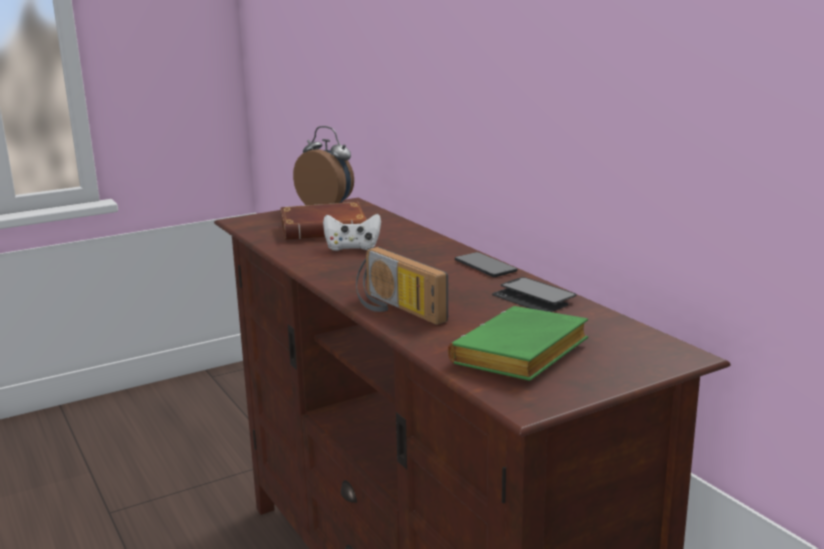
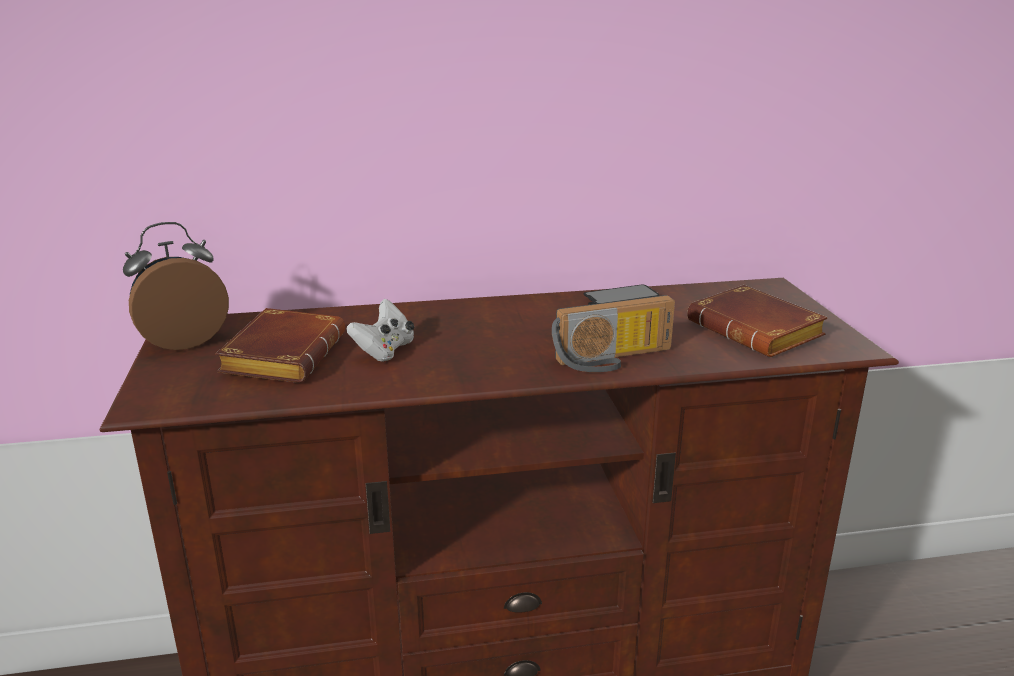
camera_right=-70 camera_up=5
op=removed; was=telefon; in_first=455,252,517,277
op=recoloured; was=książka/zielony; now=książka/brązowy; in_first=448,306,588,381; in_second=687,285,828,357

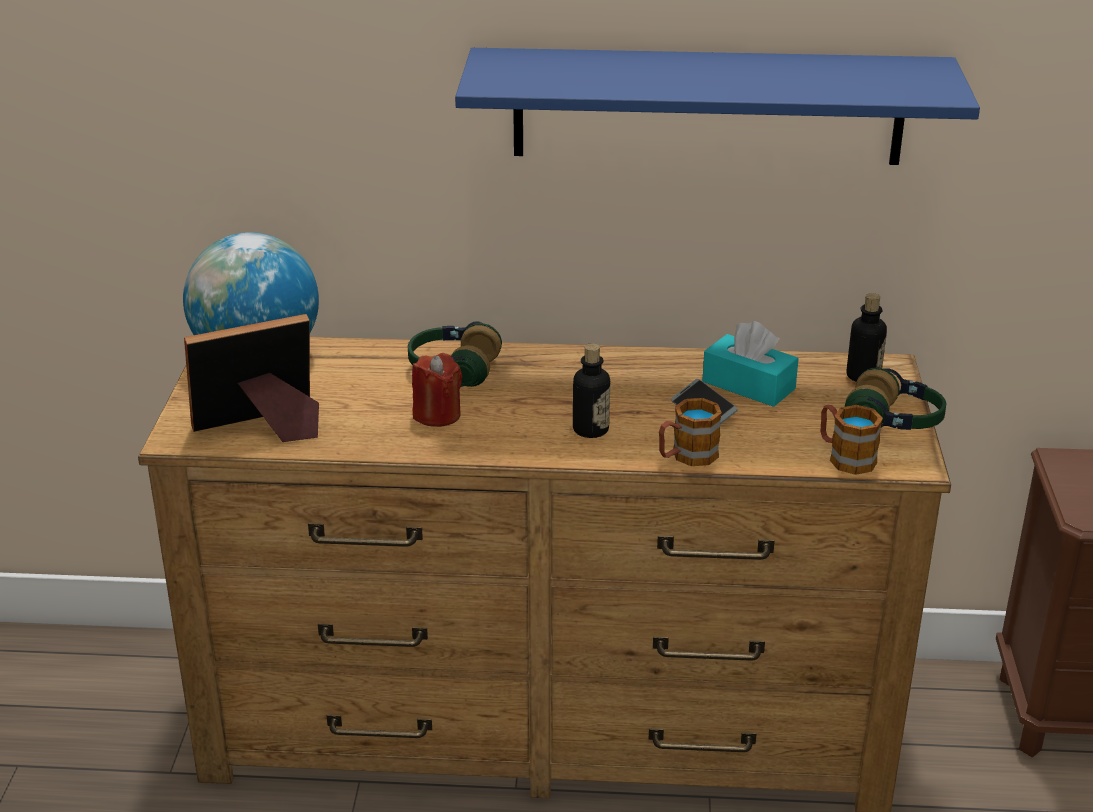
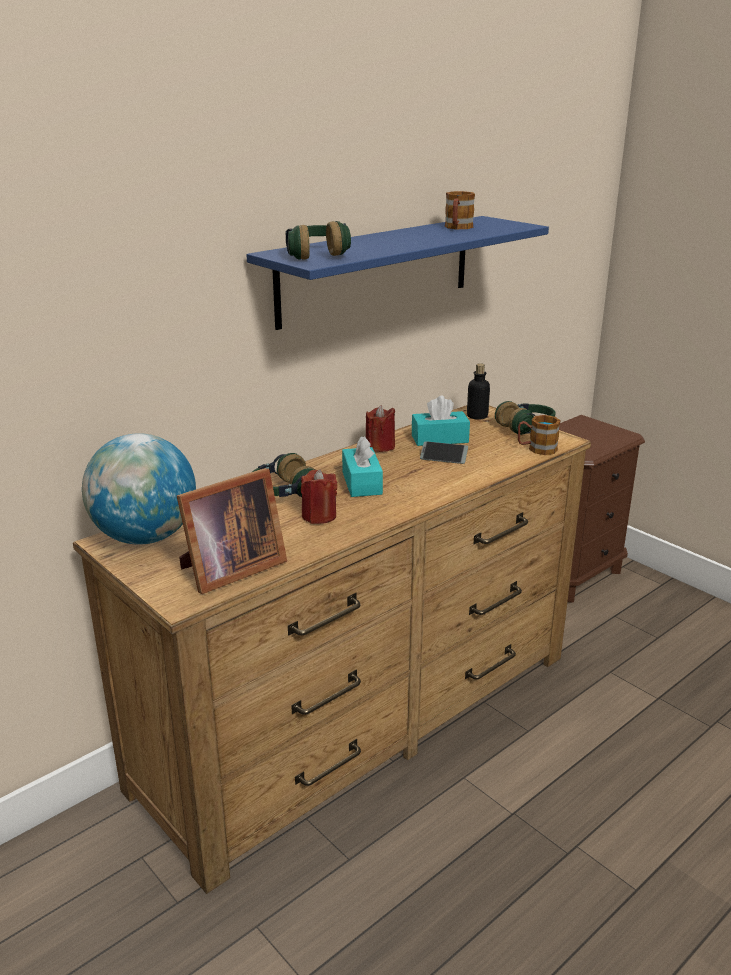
camera_right=-45 camera_up=-5
op=turned; was=ramka na zdjęcie; in_first=184,314,319,442; in_second=177,468,287,594; clockwise=-150
op=removed; was=butelka; in_first=573,343,610,438
op=moved; was=kubek; in_first=659,398,722,466; in_second=445,191,475,229
op=added; now=słuchawki; in_second=285,221,351,260
op=added; now=świeca/czerwony; in_second=366,405,395,452
op=added; now=pudełko chusteczek/turkusowy; in_second=342,436,383,497

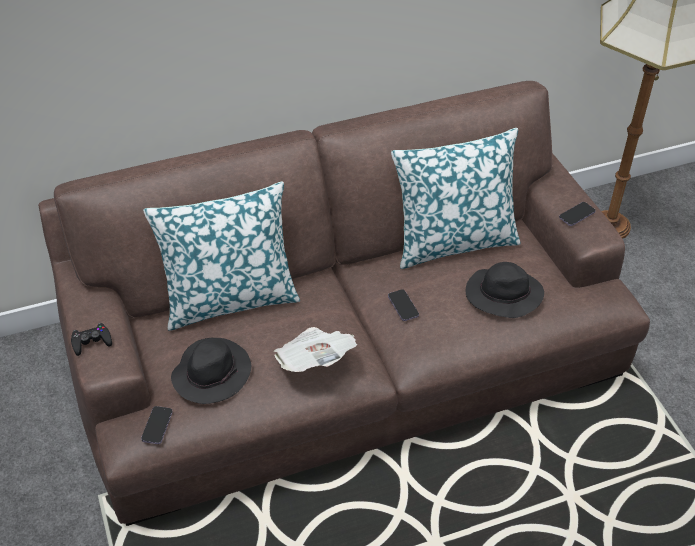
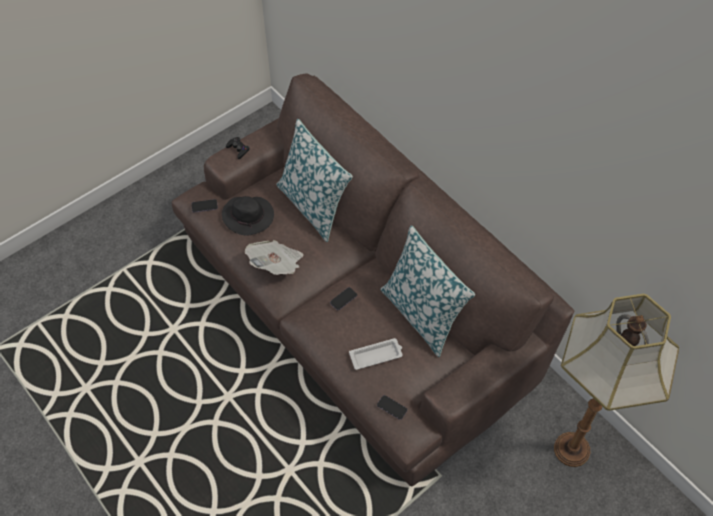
camera_right=70 camera_up=10
op=moved; was=telefon; in_first=559,202,596,226; in_second=377,395,408,420
op=replaced; was=kapelusz/czarny; now=taca/biały; in_first=466,262,544,318; in_second=349,338,403,370

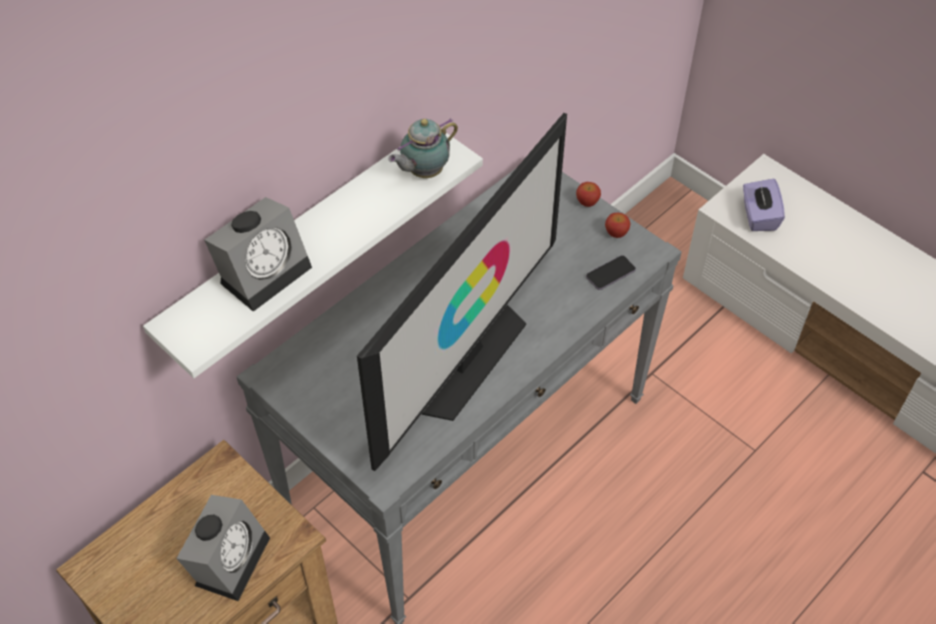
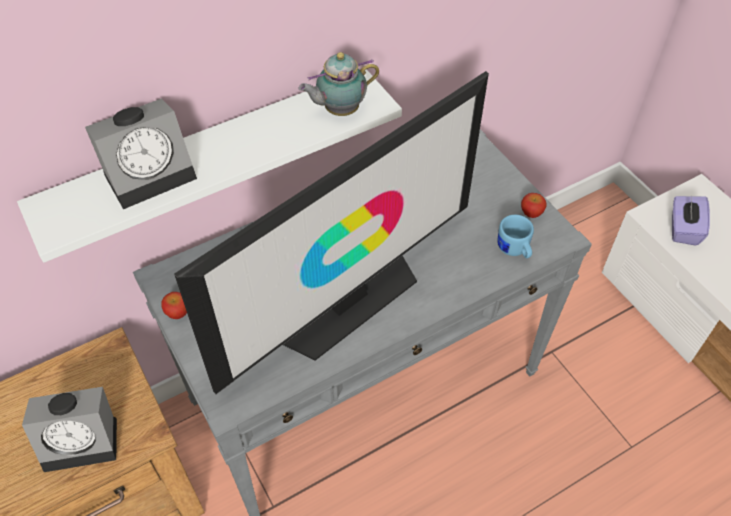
camera_right=15 camera_up=0
op=moved; was=jabłko; in_first=576,182,601,207; in_second=161,292,187,319
op=replaced; was=telefon; now=kubek/niebieski; in_first=586,255,636,290; in_second=497,215,534,258
op=turned; was=budzik; in_first=176,495,270,601; in_second=22,387,117,472; clockwise=45

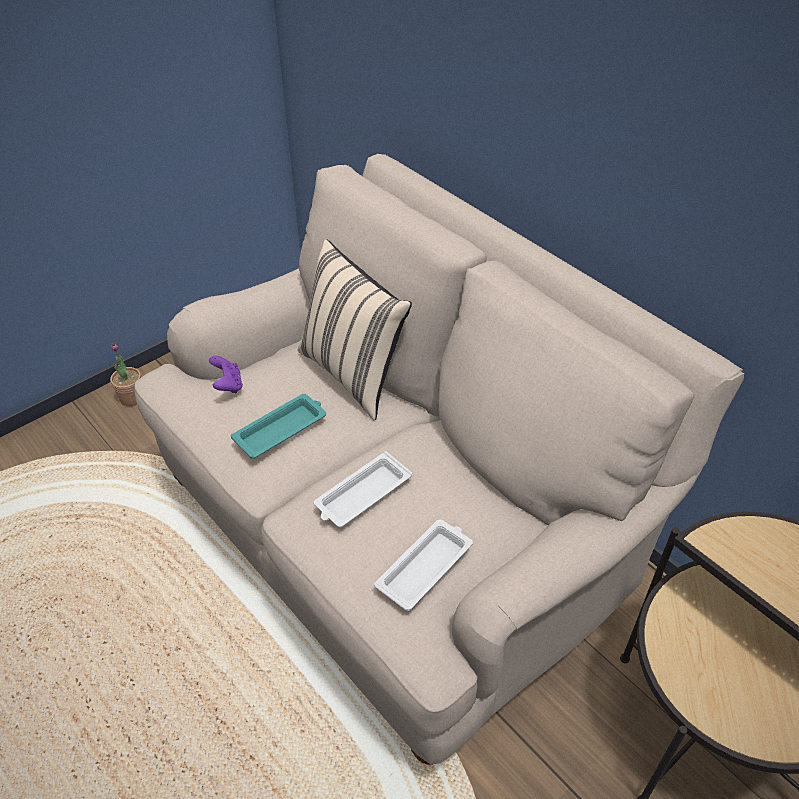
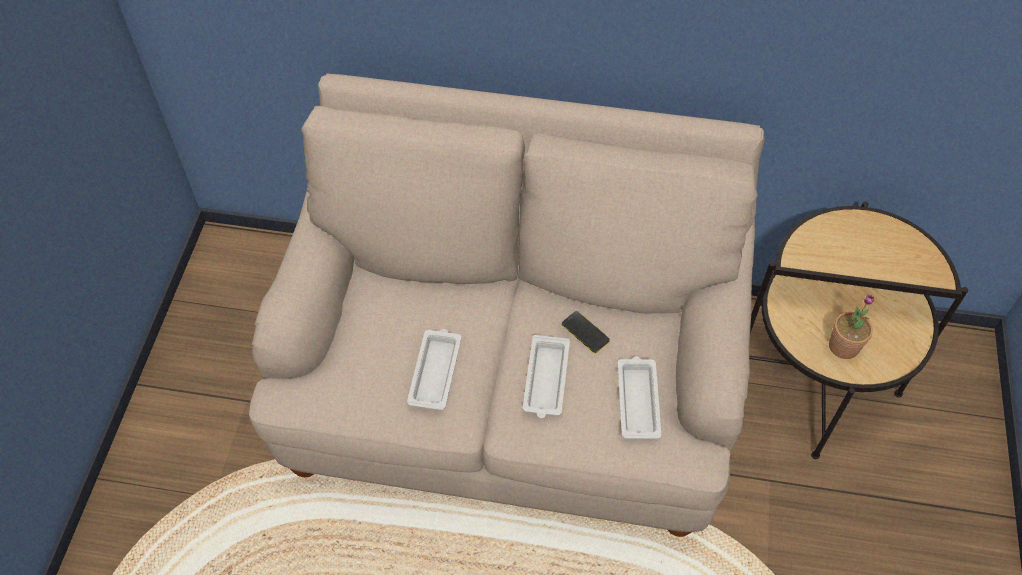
camera_right=-40 camera_up=10
op=removed; was=poduszka/beżowy; in_first=298,239,412,420
op=moved; was=roślina doniczkowa; in_first=110,342,141,406; in_second=829,294,874,359
op=removed; was=pad do gier/fioletowy; in_first=209,356,243,393
op=recoloured; was=taca/turkusowy; now=taca/biały; in_first=231,394,326,458; in_second=407,329,461,411
op=added; now=telefon; in_second=562,311,610,353

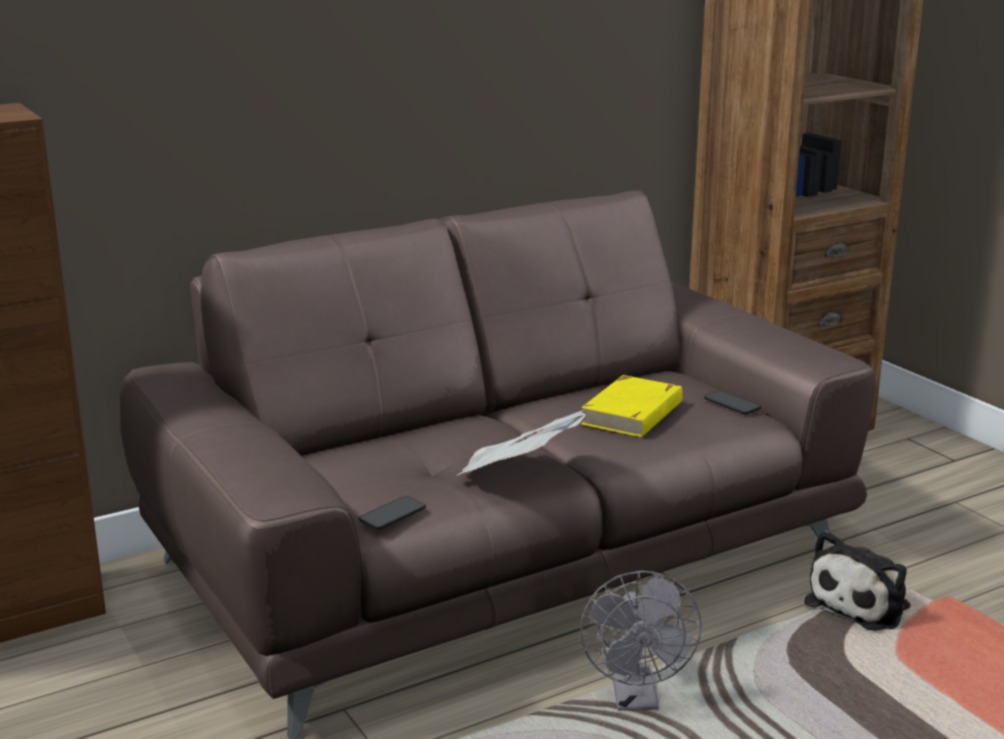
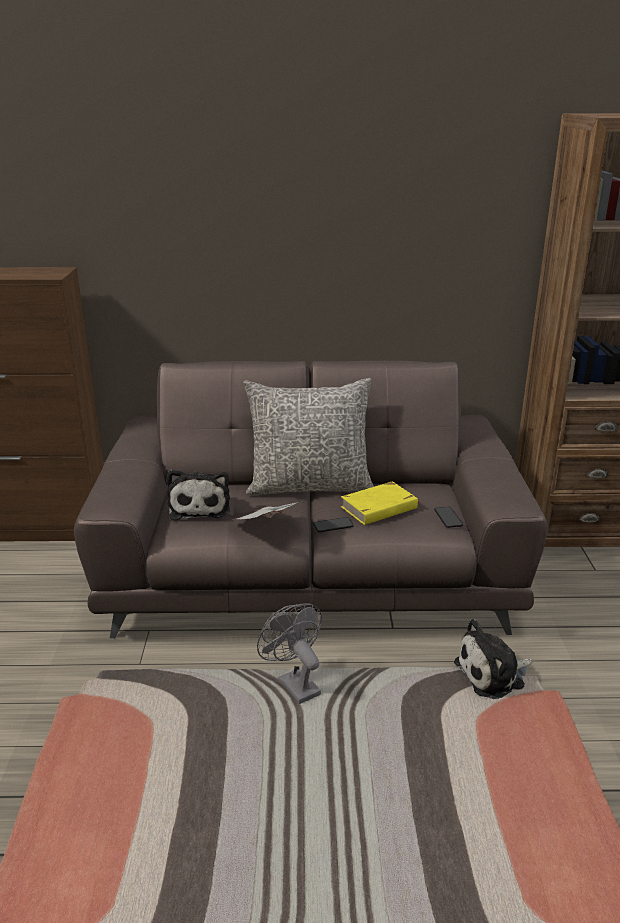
camera_right=30 camera_up=5
op=moved; was=telefon; in_first=359,496,426,530; in_second=313,517,354,532
op=turned; was=wentylator/szary; in_first=580,571,702,710; in_second=257,603,322,704; clockwise=120
op=added; now=poduszka/szary; in_second=243,378,374,496
op=added; now=pluszak; in_second=167,469,230,520

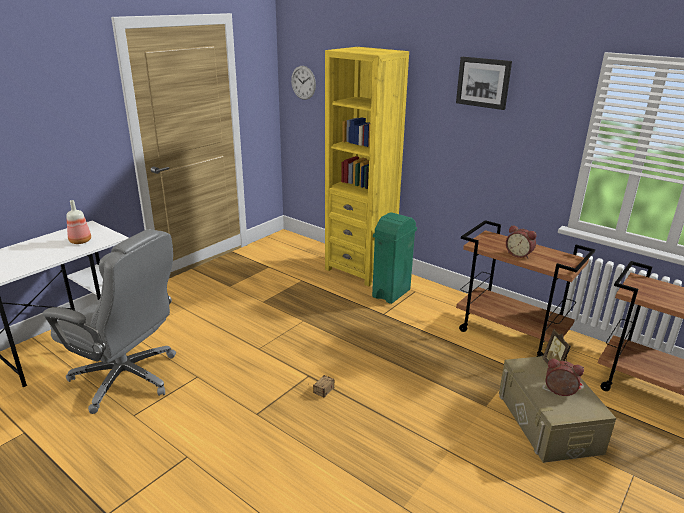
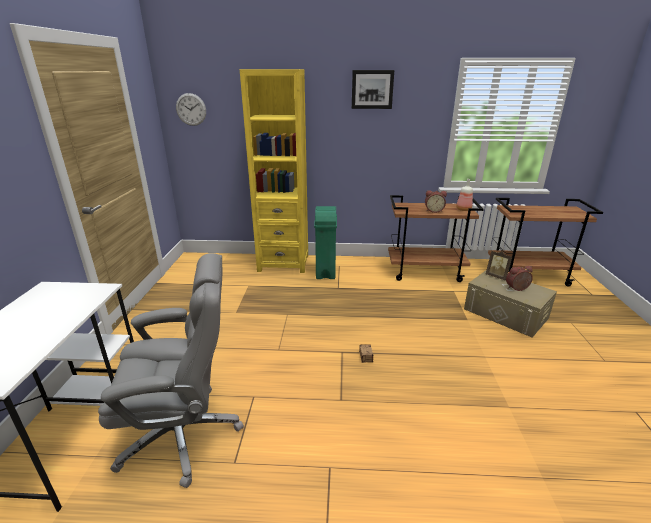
camera_right=-35 camera_up=0
op=moved; was=butelka; in_first=66,200,91,244; in_second=456,179,473,211

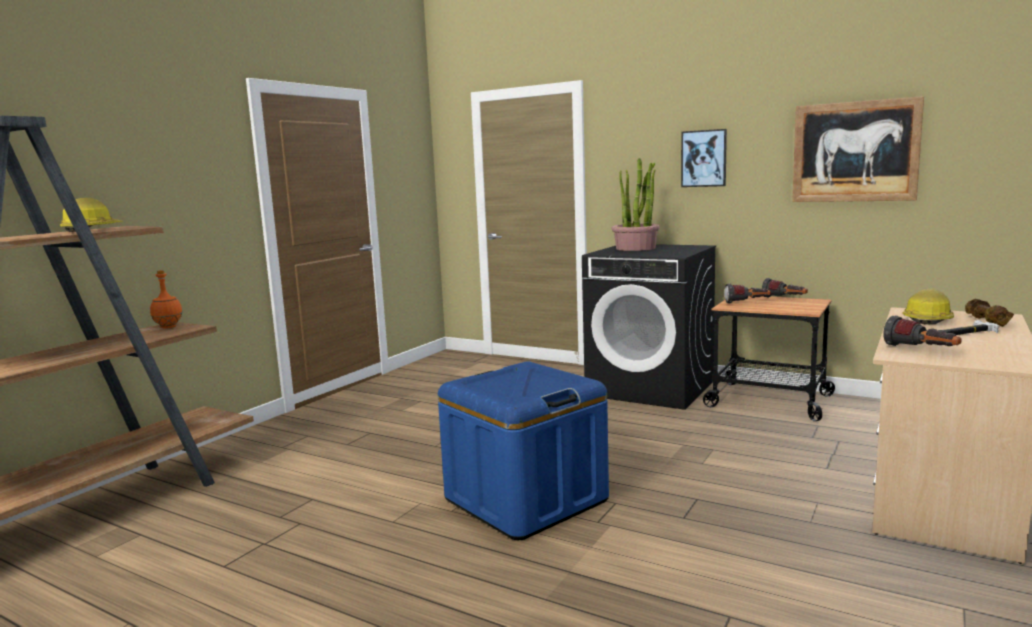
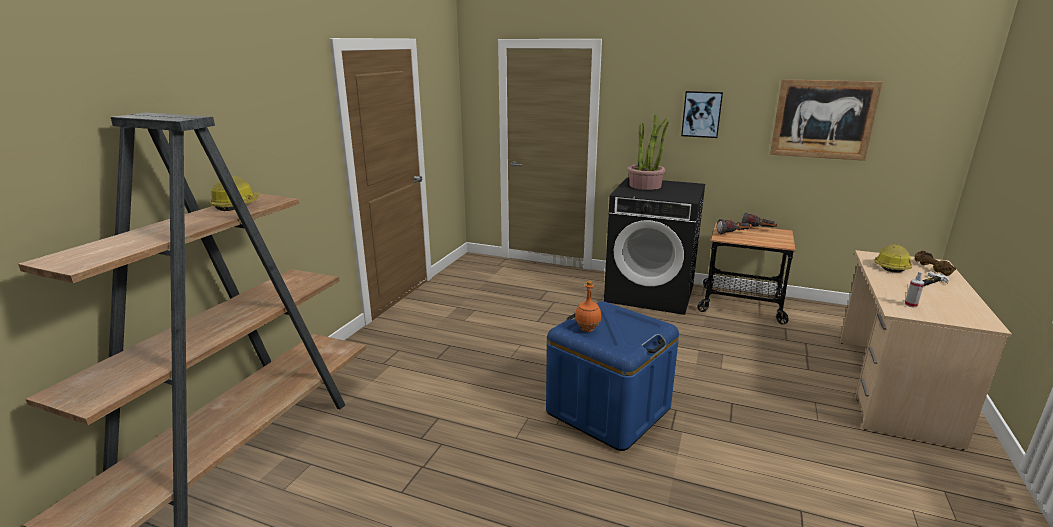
camera_right=-10 camera_up=10
op=moved; was=butelka/pomarańczowy; in_first=150,270,182,328; in_second=575,281,601,332
op=replaced; was=latarka; now=spryskiwacz; in_first=883,315,962,346; in_second=905,272,924,308

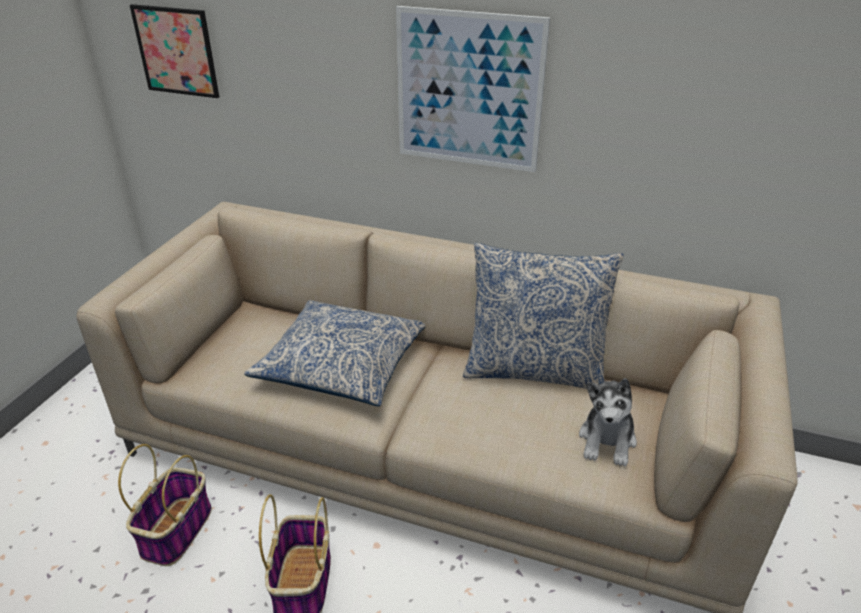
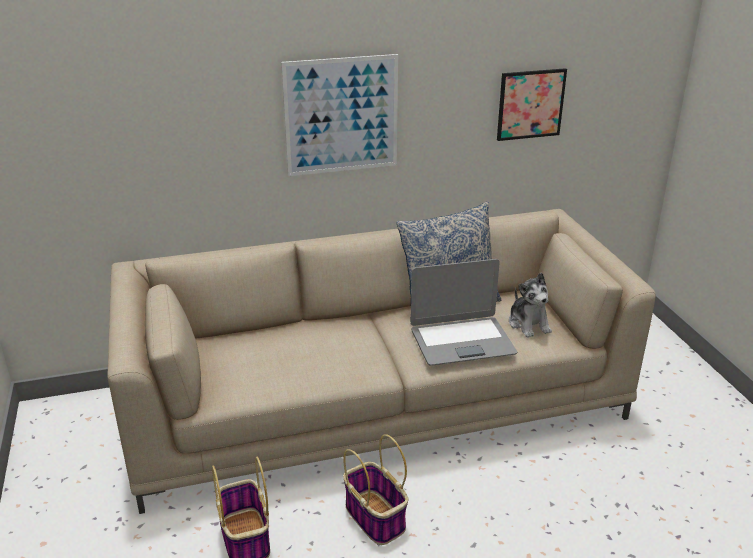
camera_right=-35 camera_up=-5
op=moved; was=obraz; in_first=130,4,219,98; in_second=497,68,567,141
op=removed; was=poduszka; in_first=244,300,426,406
op=added; now=laptop; in_second=411,259,517,366

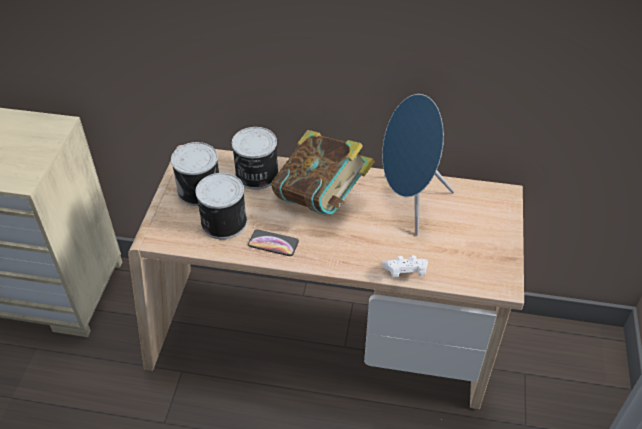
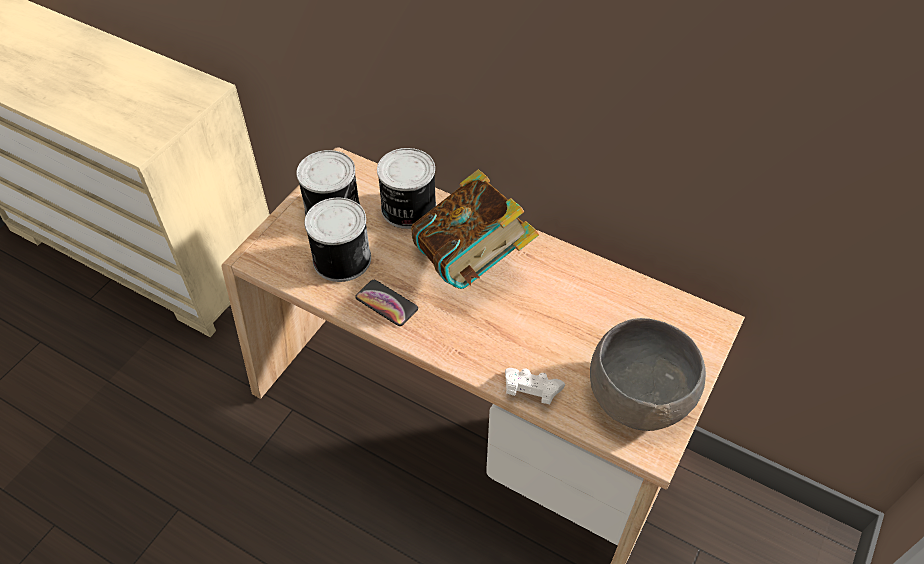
camera_right=20 camera_up=5
op=removed; was=głośnik/niebieski; in_first=382,94,455,235
op=added; now=miska/szary; in_second=590,318,706,431

